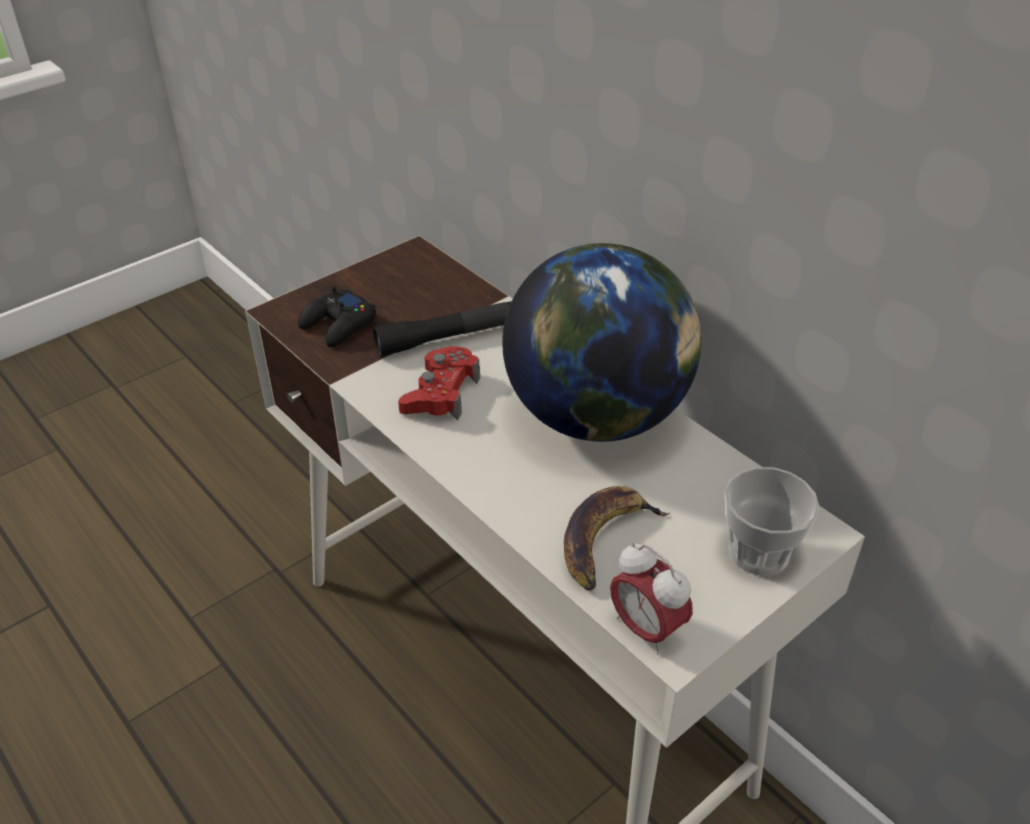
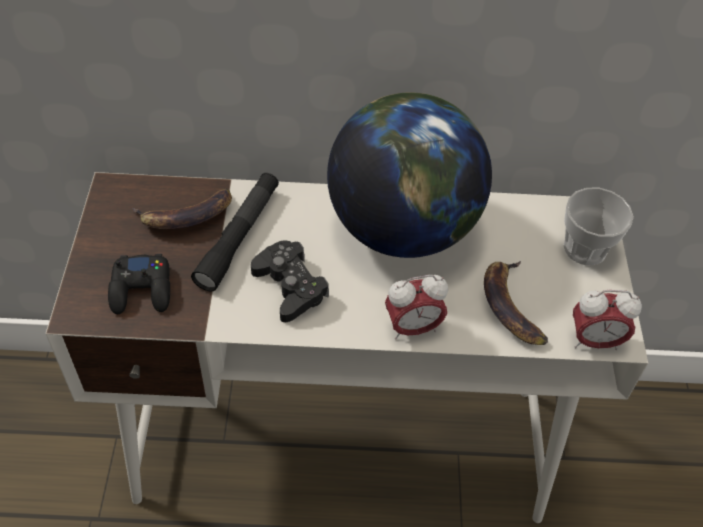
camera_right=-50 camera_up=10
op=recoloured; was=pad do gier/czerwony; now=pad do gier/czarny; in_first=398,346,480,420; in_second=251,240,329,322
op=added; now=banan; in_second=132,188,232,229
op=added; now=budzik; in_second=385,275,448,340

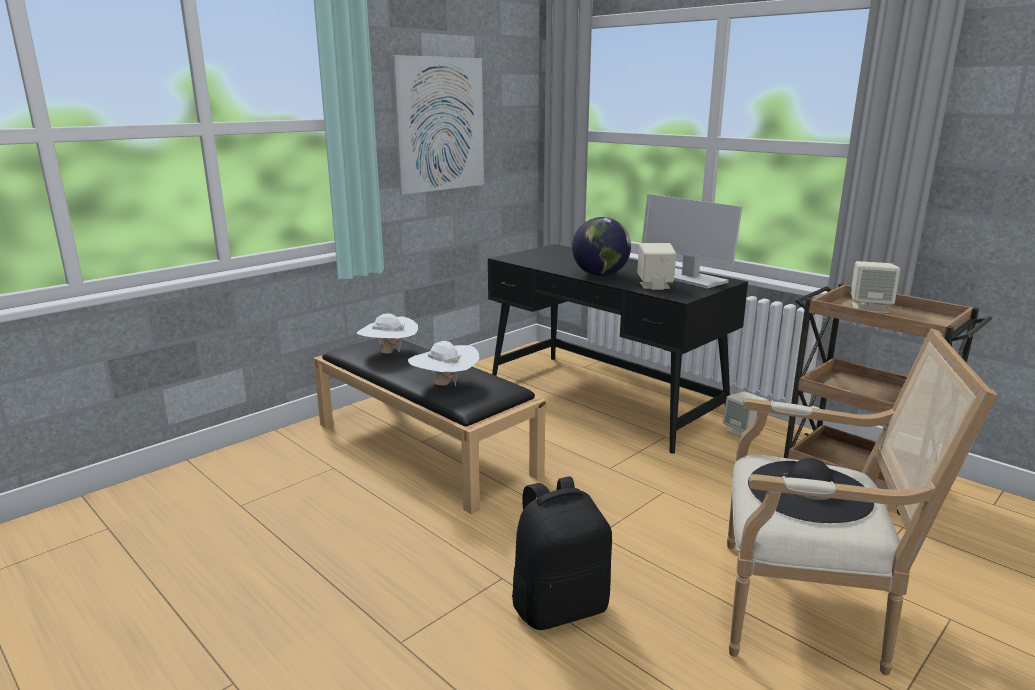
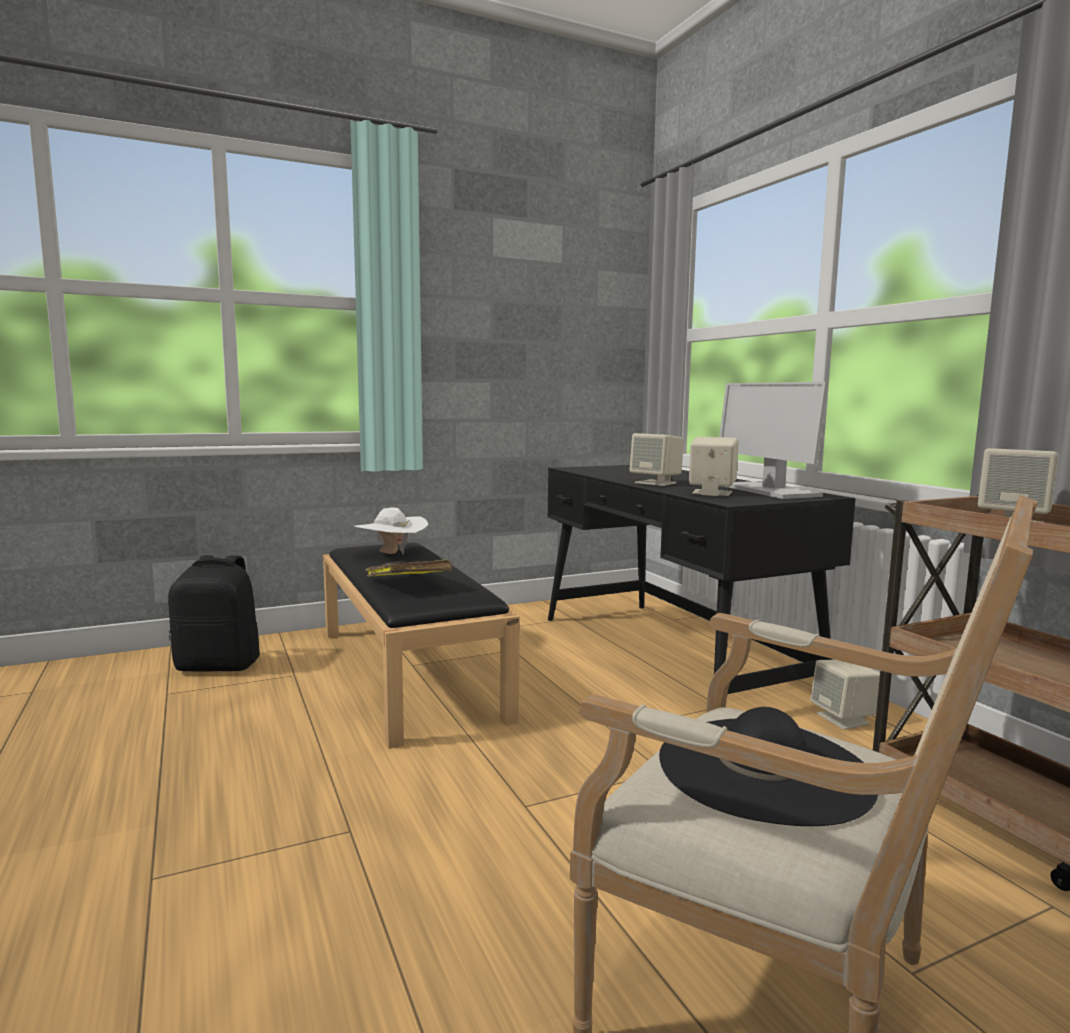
camera_right=20 camera_up=-10
op=removed; was=obraz; in_first=392,55,484,195
op=replaced; was=globus; now=głośnik/beżowy; in_first=572,217,631,276; in_second=630,433,684,486
op=replaced; was=kapelusz/biały; now=książka/żółty; in_first=408,341,480,386; in_second=366,560,453,577
op=moved; was=plecak/czarny; in_first=512,477,612,630; in_second=168,555,260,671

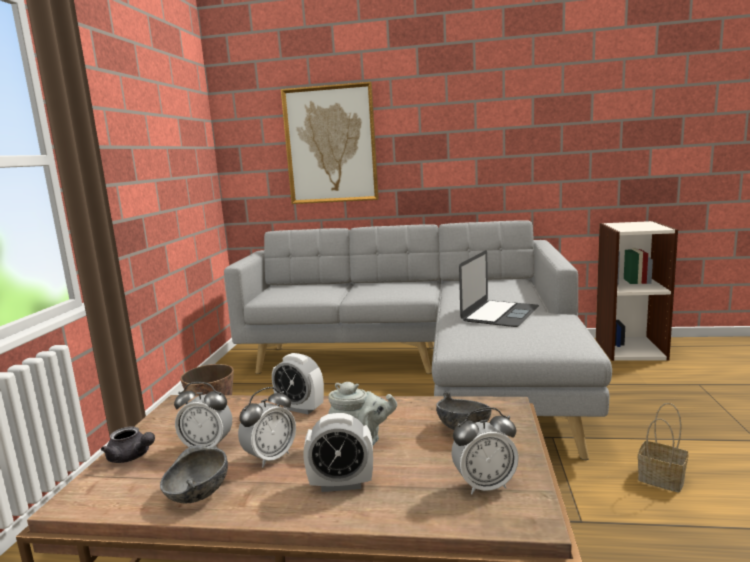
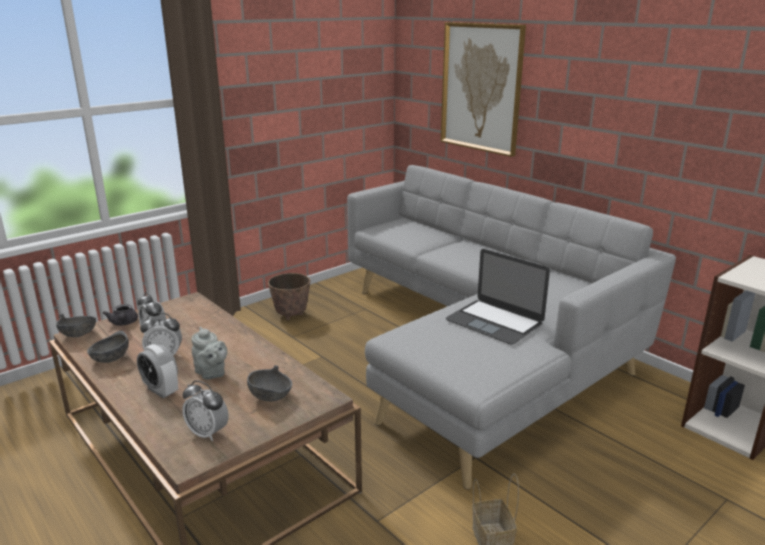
camera_right=40 camera_up=10
op=turned; was=laptop; in_first=459,250,539,327; in_second=446,249,550,345; clockwise=60
op=removed; was=budzik; in_first=272,353,324,414
op=added; now=miska/szary; in_second=56,314,96,337

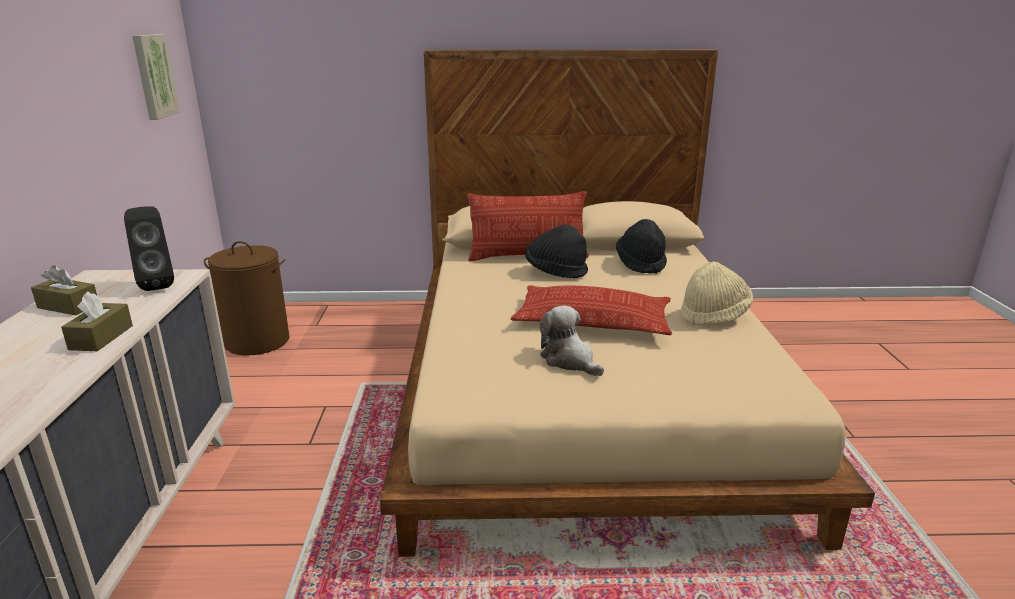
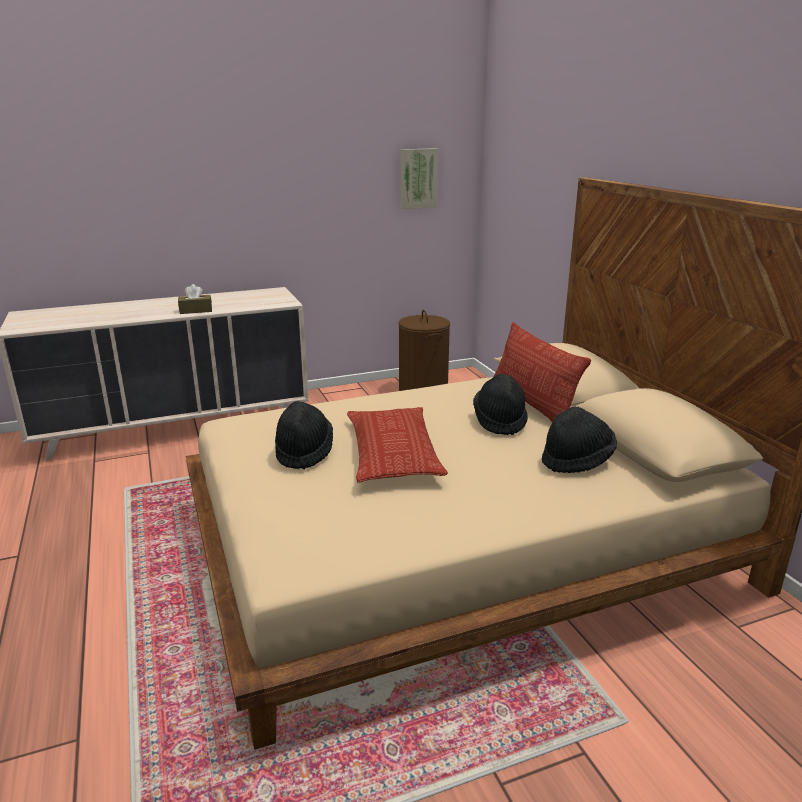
camera_right=70 camera_up=0
op=removed; was=głośnik/czarny; in_first=124,206,174,291
op=removed; was=kapelusz/beżowy; in_first=680,261,753,326
op=removed; was=pudełko chusteczek/brązowy; in_first=31,265,97,315
op=replaced; was=pluszak; now=kapelusz/czarny; in_first=539,305,604,376; in_second=275,401,333,469

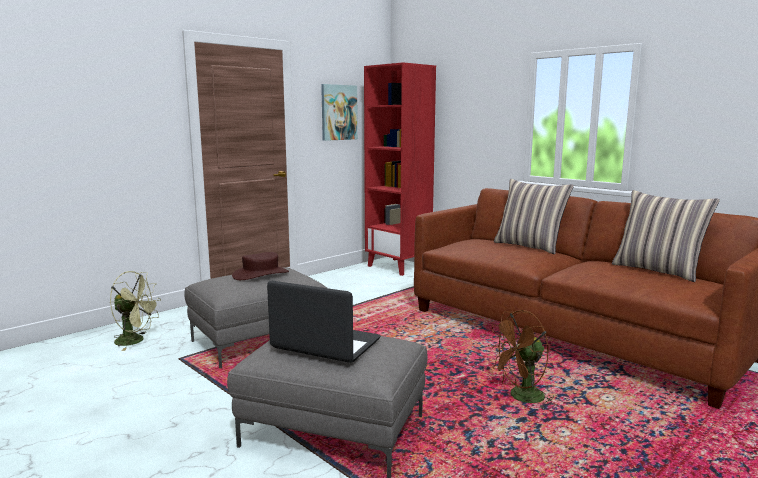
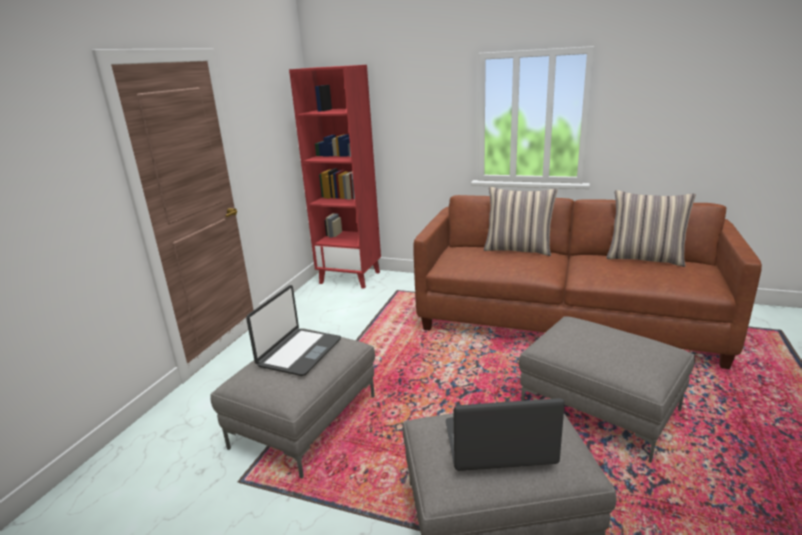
camera_right=-25 camera_up=10
op=removed; was=obraz; in_first=321,84,358,141
op=replaced; was=kapelusz/brązowy; now=laptop; in_first=232,252,289,280; in_second=246,285,341,376
op=removed; was=wentylator/zielony; in_first=110,271,161,351
op=replaced; was=wentylator/brązowy; now=pufa/szary; in_first=488,310,554,408; in_second=519,316,695,463

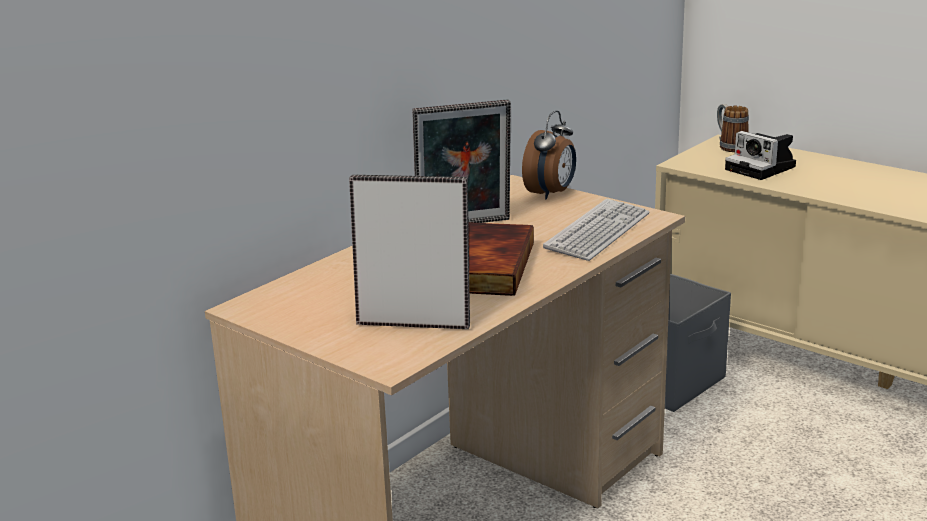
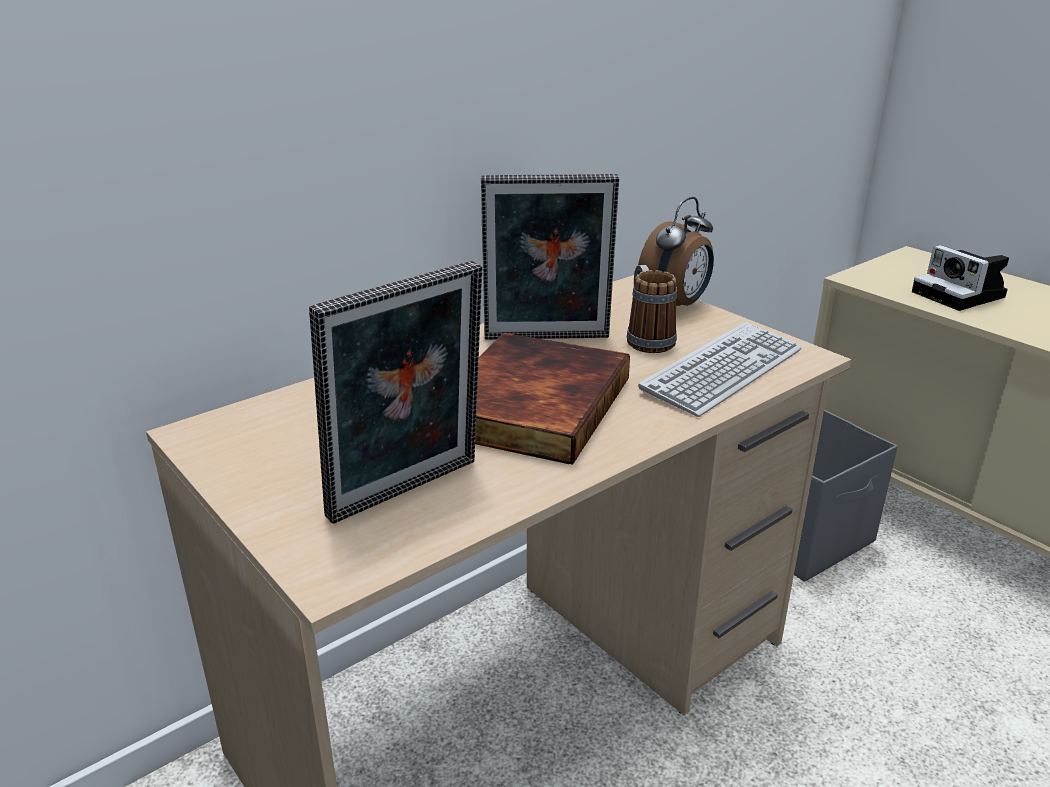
camera_right=10 camera_up=5
op=moved; was=kubek; in_first=717,104,749,152; in_second=627,265,677,353
op=turned; was=ramka na zdjęcie; in_first=349,175,470,329; in_second=309,261,483,524; clockwise=120

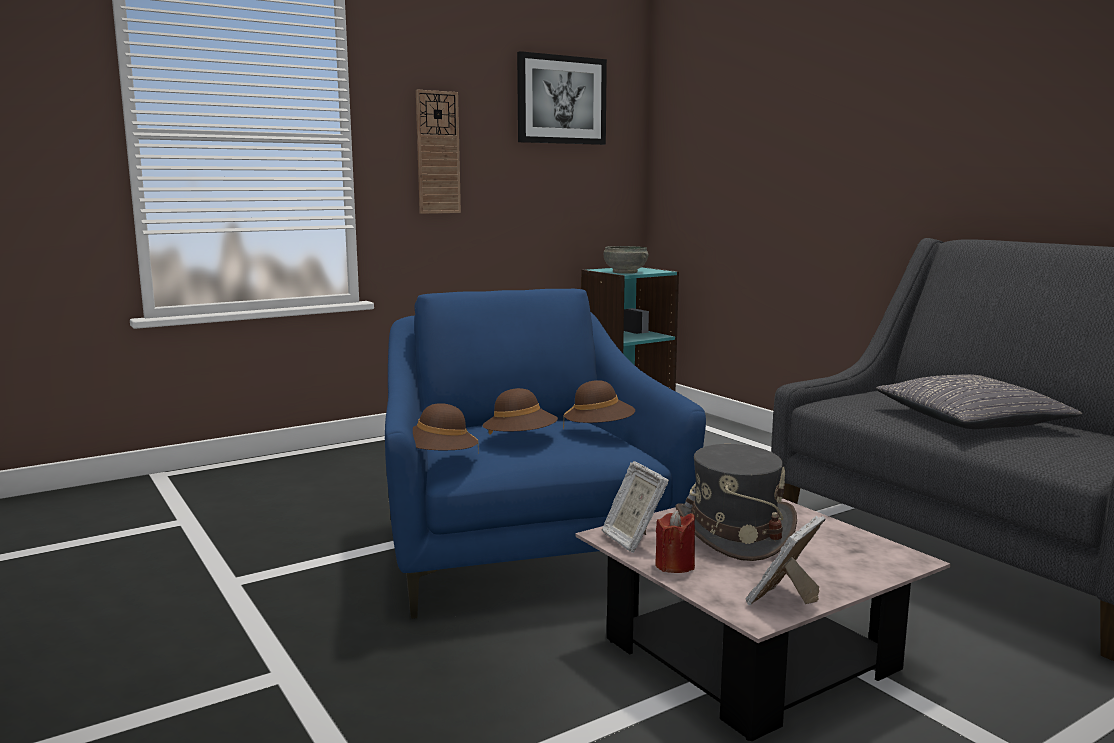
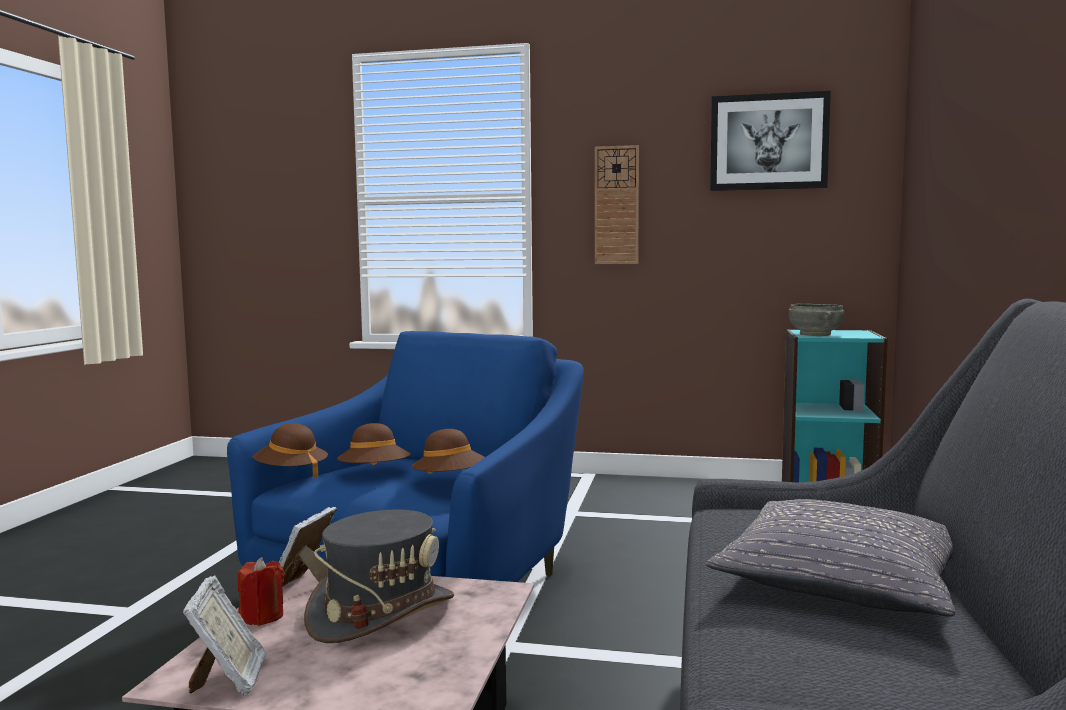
camera_right=45 camera_up=-5
op=turned; was=ramka na zdjęcie; in_first=745,516,825,605; in_second=183,575,266,696; clockwise=90

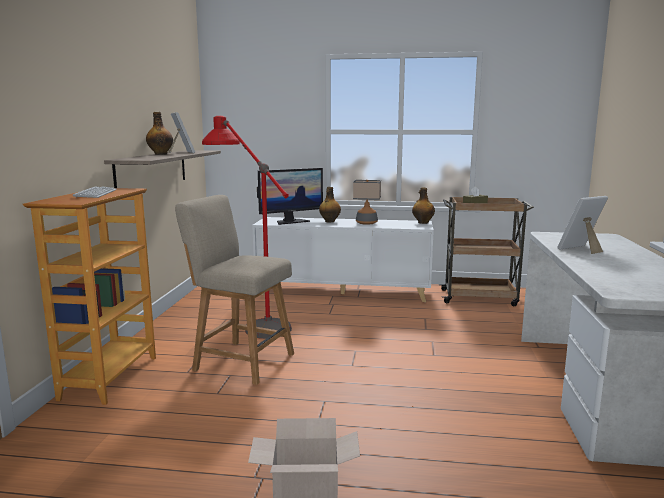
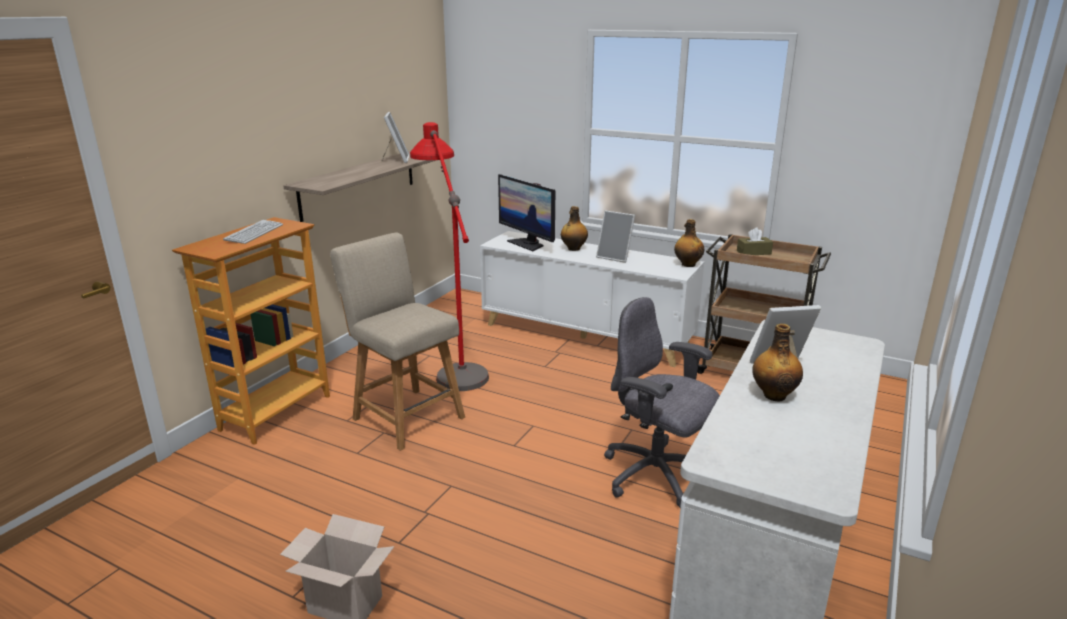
camera_right=20 camera_up=10
op=moved; was=butelka; in_first=146,112,173,155; in_second=752,324,803,402
op=turned; was=monitor; in_first=257,168,323,225; in_second=498,174,555,251; clockwise=60
op=replaced; was=lampa stołowa; now=ramka na zdjęcie; in_first=353,180,381,225; in_second=596,210,635,263
op=added; now=krzesło biurowe/szary; in_second=604,297,720,507

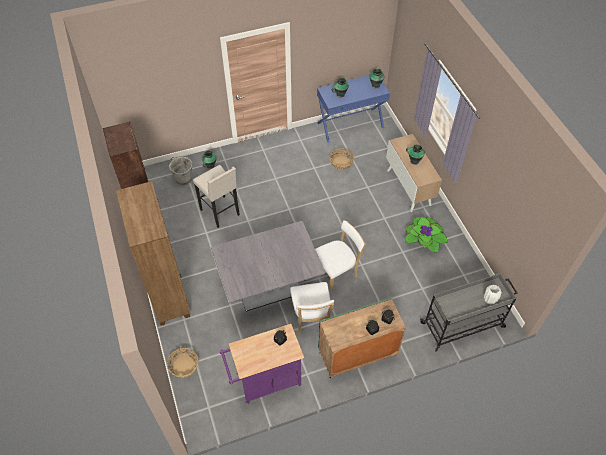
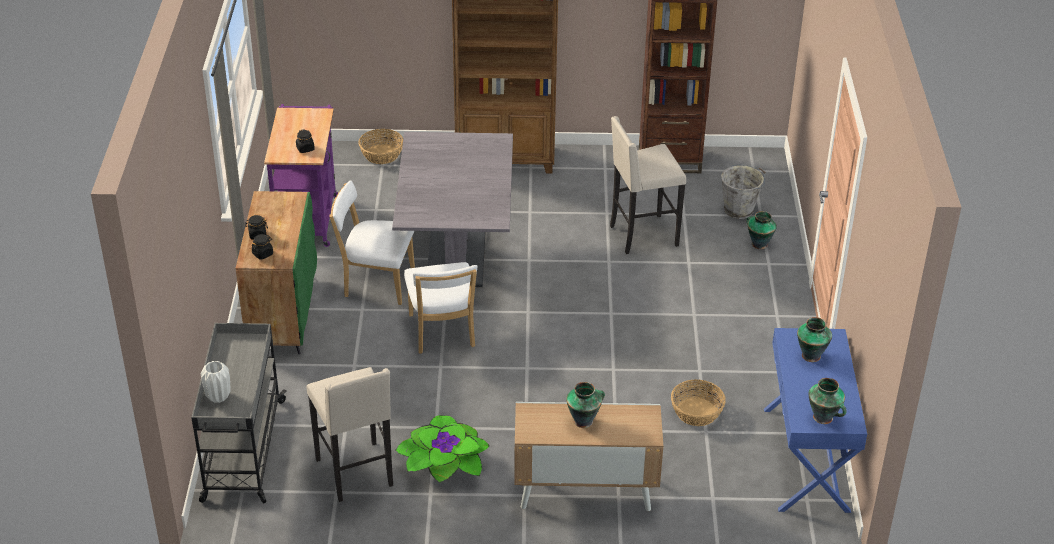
camera_right=110 camera_up=-15
op=added; now=stołek/beżowy; in_second=307,367,393,502

